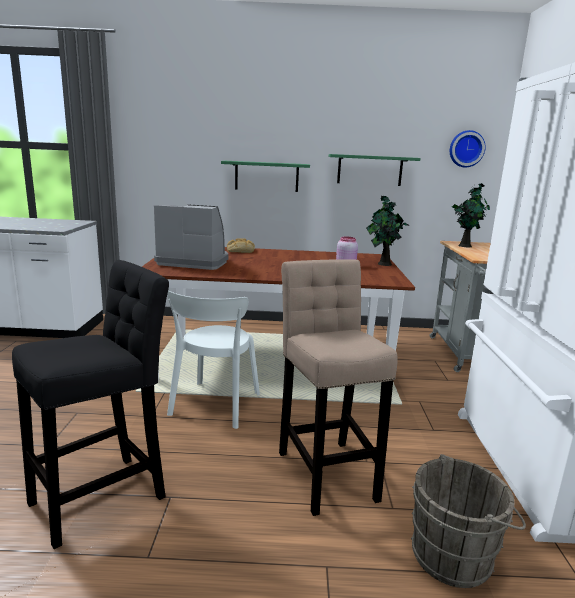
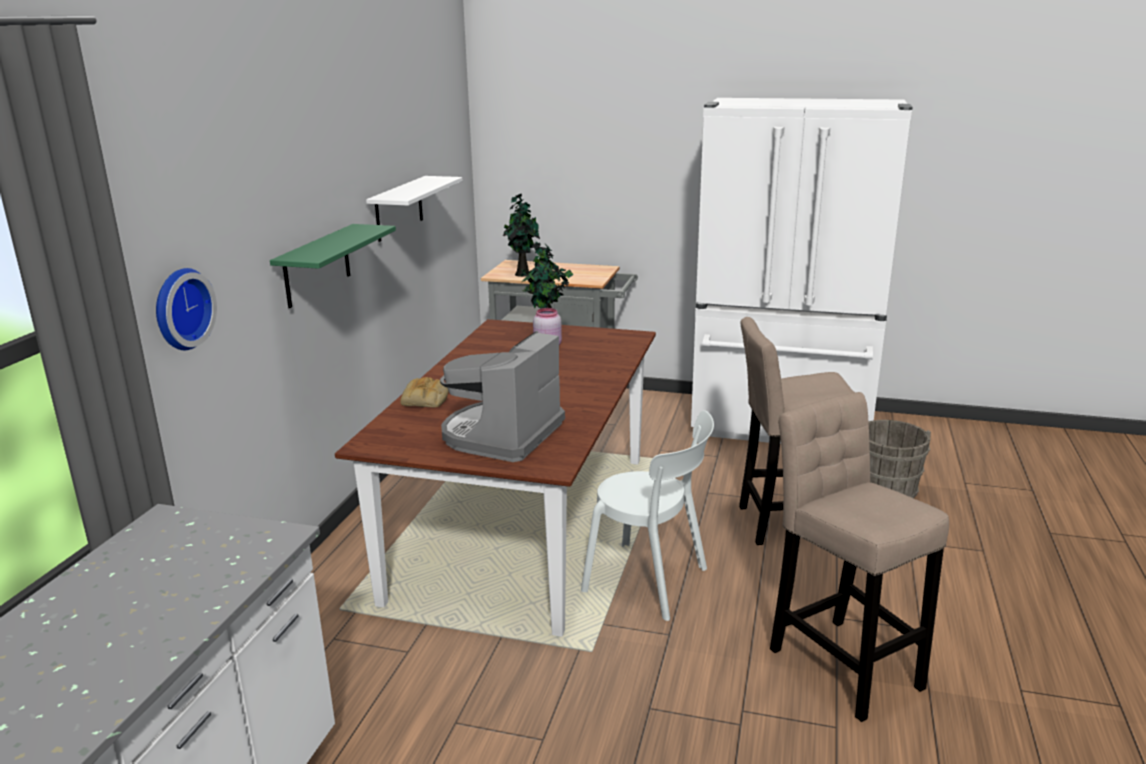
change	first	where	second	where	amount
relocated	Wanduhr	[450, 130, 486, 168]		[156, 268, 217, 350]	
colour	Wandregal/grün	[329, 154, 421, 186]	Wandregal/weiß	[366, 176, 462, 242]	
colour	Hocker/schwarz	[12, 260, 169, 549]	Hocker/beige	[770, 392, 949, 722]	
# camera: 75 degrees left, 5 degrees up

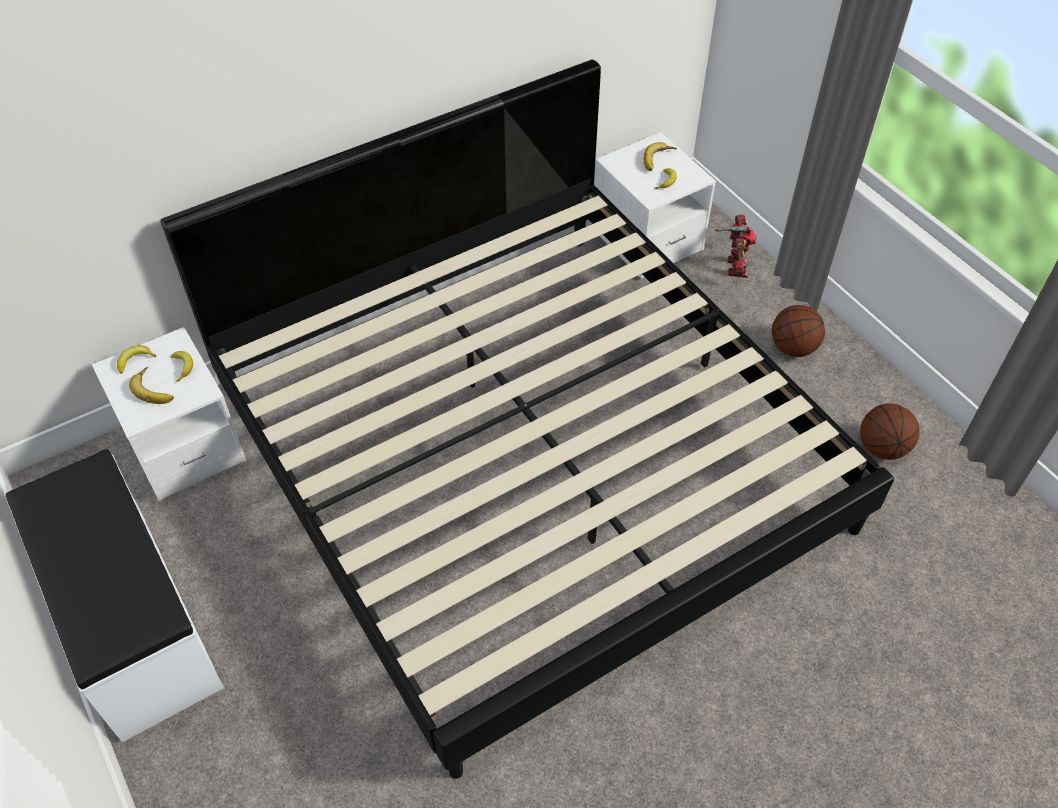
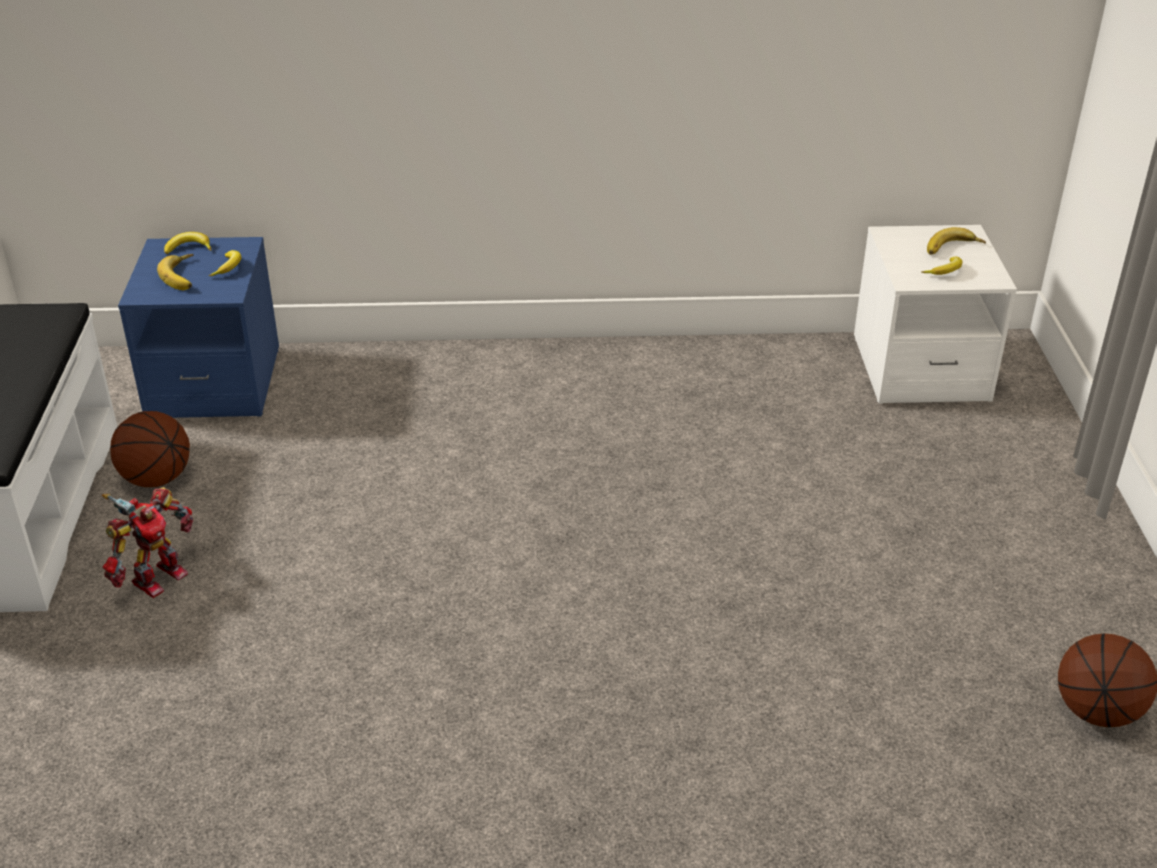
change	first	where	second	where	amount
missing	Bett	[160, 60, 894, 779]			
relocated	Spielzeugroboter	[715, 214, 756, 278]		[102, 487, 193, 598]	
relocated	Basketball	[772, 305, 825, 357]		[110, 411, 190, 487]	
colour	Nachttisch/weiß	[92, 327, 246, 501]	Nachttisch/blau	[118, 237, 279, 418]	
# camera: 30 degrees right, 15 degrees down

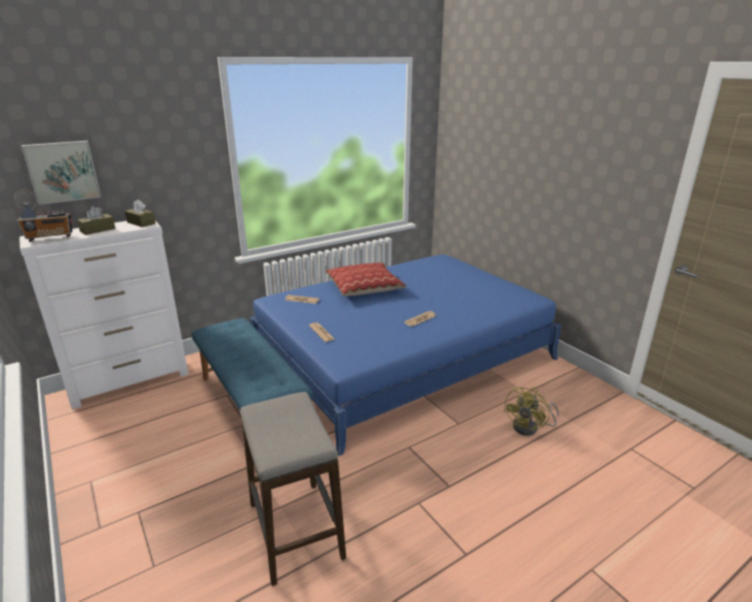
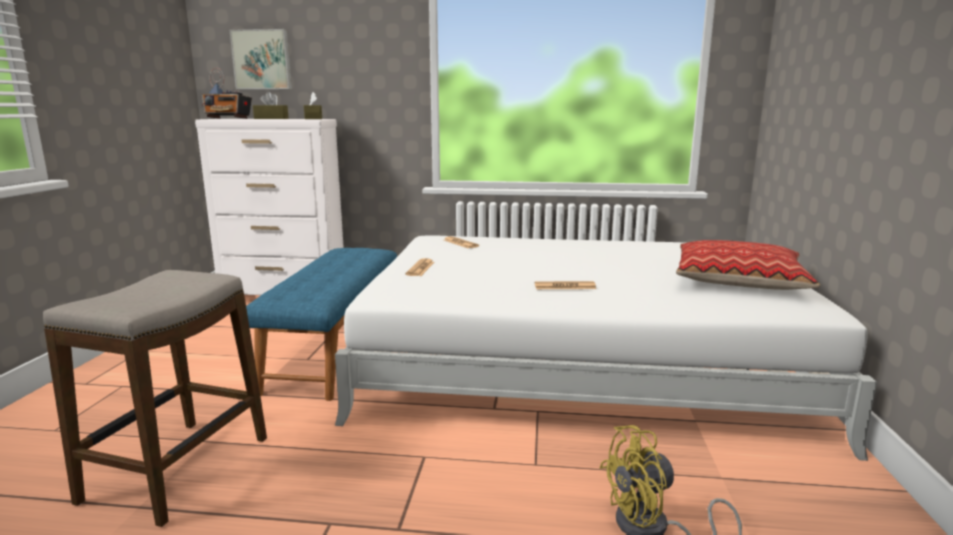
change	first	where	second	where	amount
colour	Bett/blau	[249, 254, 561, 456]	Bett/weiß	[335, 236, 877, 461]	
relocated	Kissen	[326, 263, 407, 296]		[676, 240, 821, 290]	
# camera: 40 degrees right, 10 degrees down

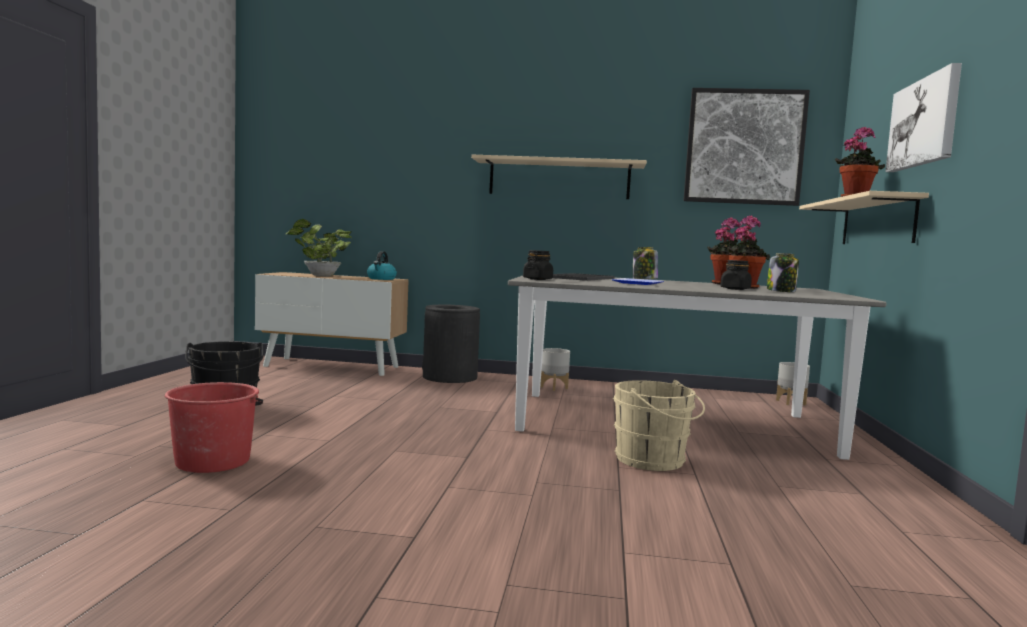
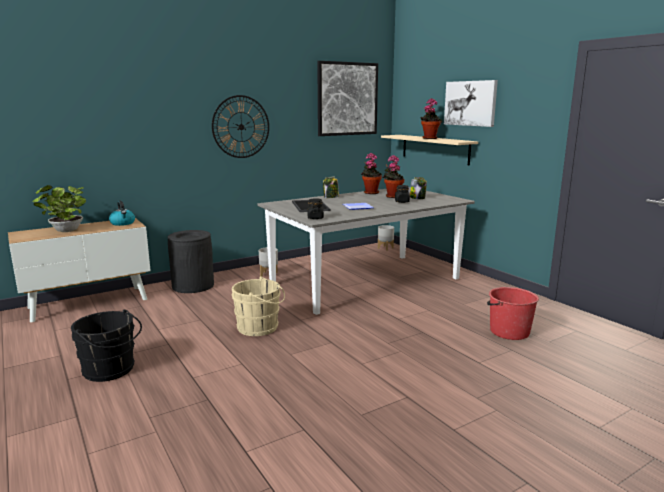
change	first	where	second	where	amount
exchanged	Wandregal/beige	[471, 155, 647, 199]	Wanduhr	[212, 95, 269, 158]	
relocated	Eimer/beige	[613, 380, 705, 471]		[232, 277, 285, 336]	
relocated	Eimer/rot	[165, 382, 263, 473]		[487, 287, 539, 340]	
# camera: 40 degrees left, 10 degrees up

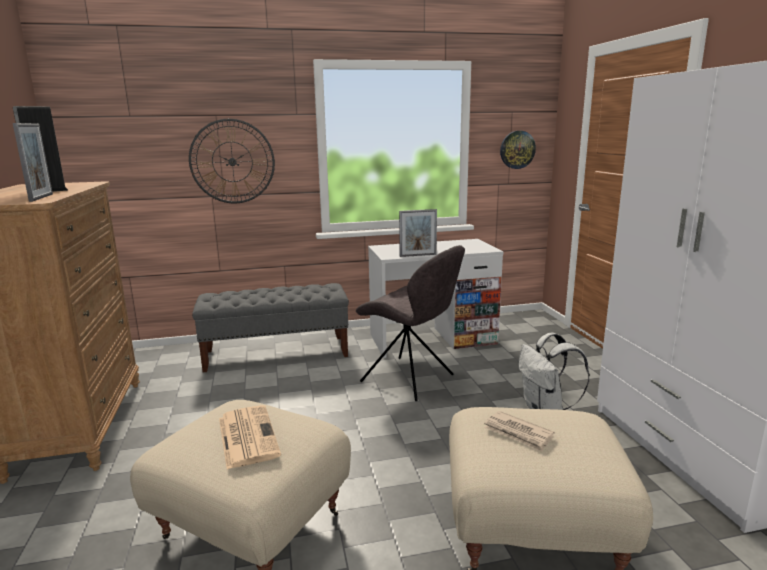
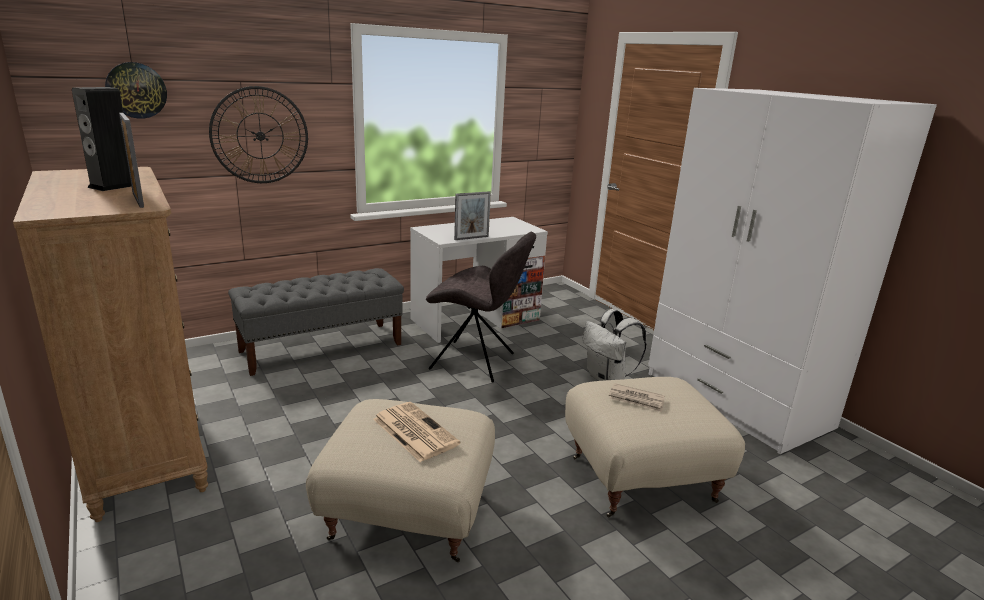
change	first	where	second	where	amount
relocated	Wanduhr	[500, 131, 536, 169]		[105, 62, 167, 119]	
# camera: 20 degrees left, 5 degrees up

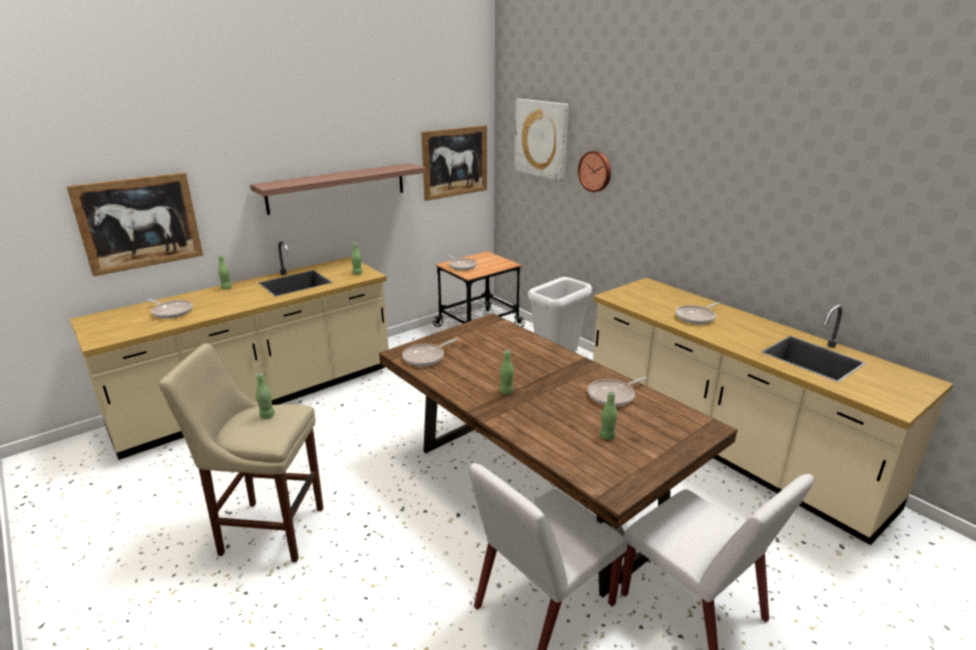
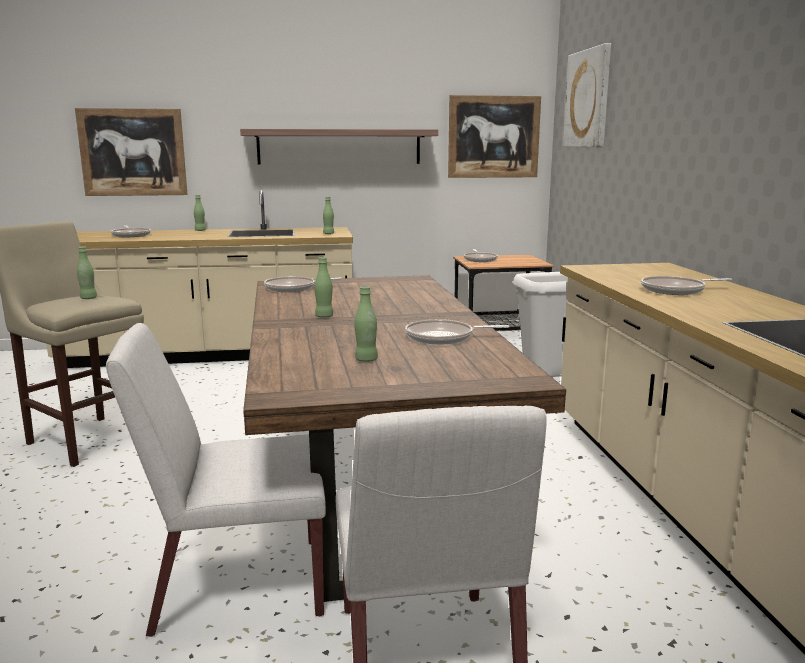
change	first	where	second	where	amount
missing	Wanduhr	[578, 151, 611, 192]			
# camera: 30 degrees right, 10 degrees down

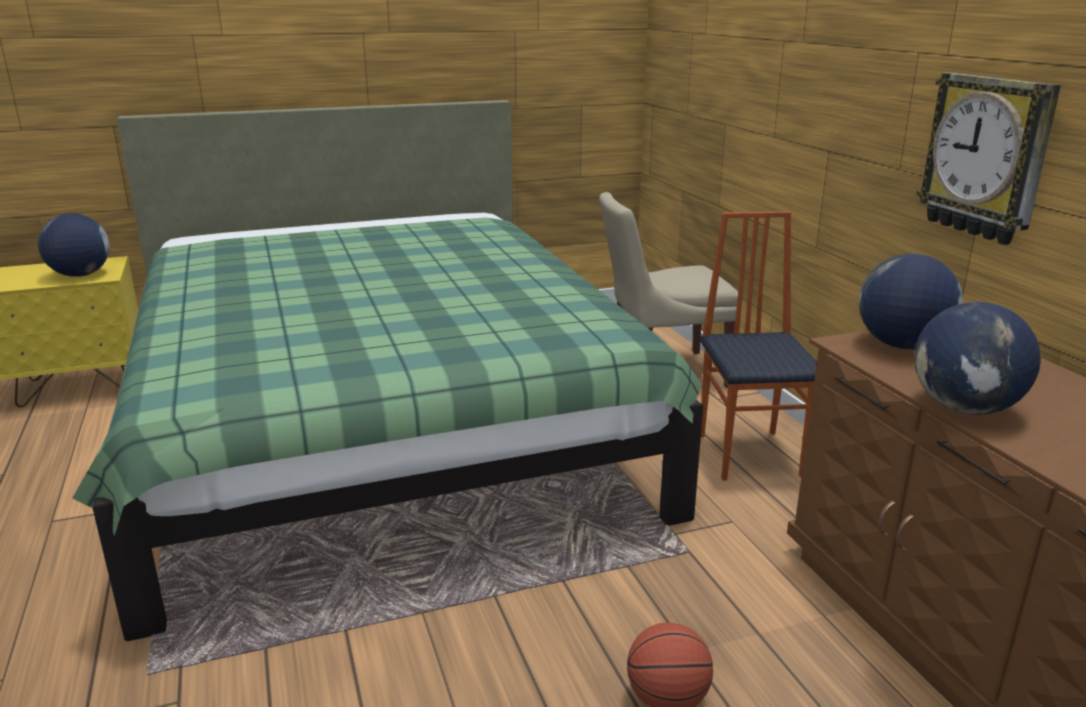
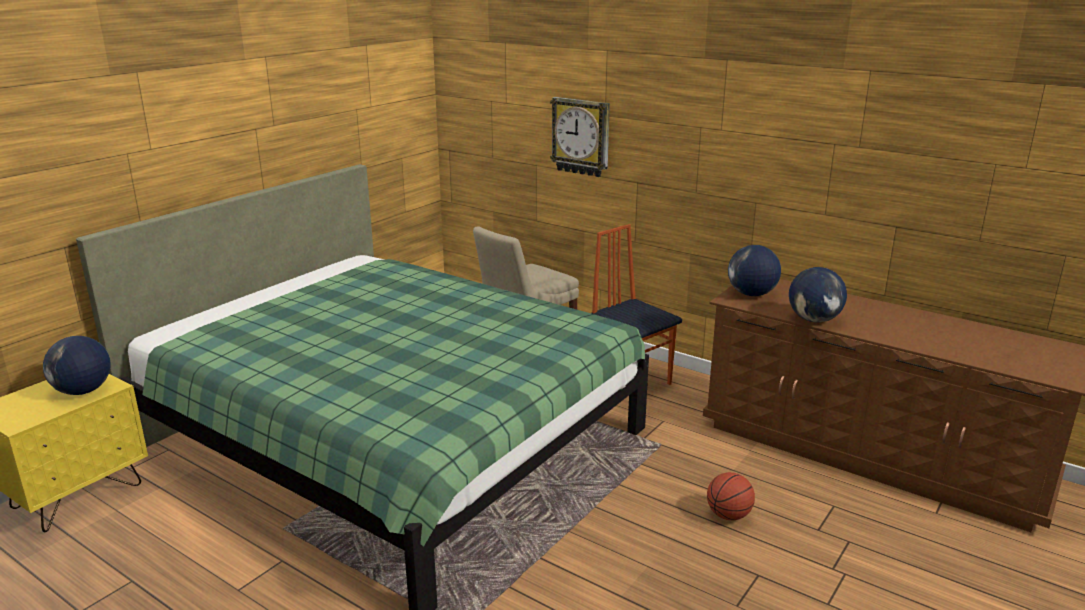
change	first	where	second	where	amount
relocated	Wanduhr	[916, 73, 1061, 245]		[550, 97, 610, 177]	
# camera: 35 degrees left, 0 degrees up

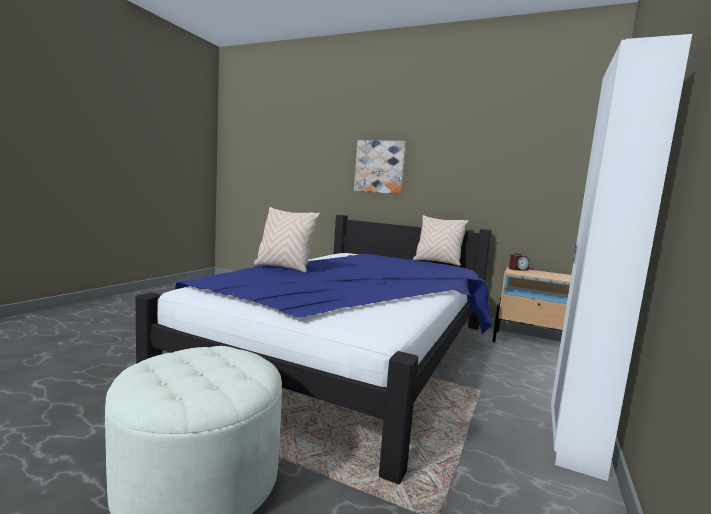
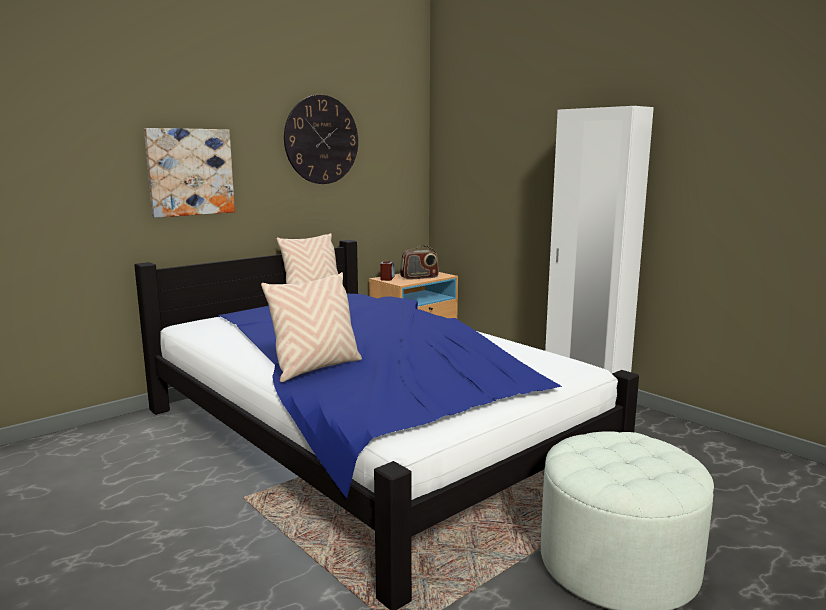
change	first	where	second	where	amount
appeared			Wanduhr	[284, 95, 358, 184]	
appeared			Radio	[400, 245, 439, 280]	
# camera: 65 degrees left, 5 degrees up

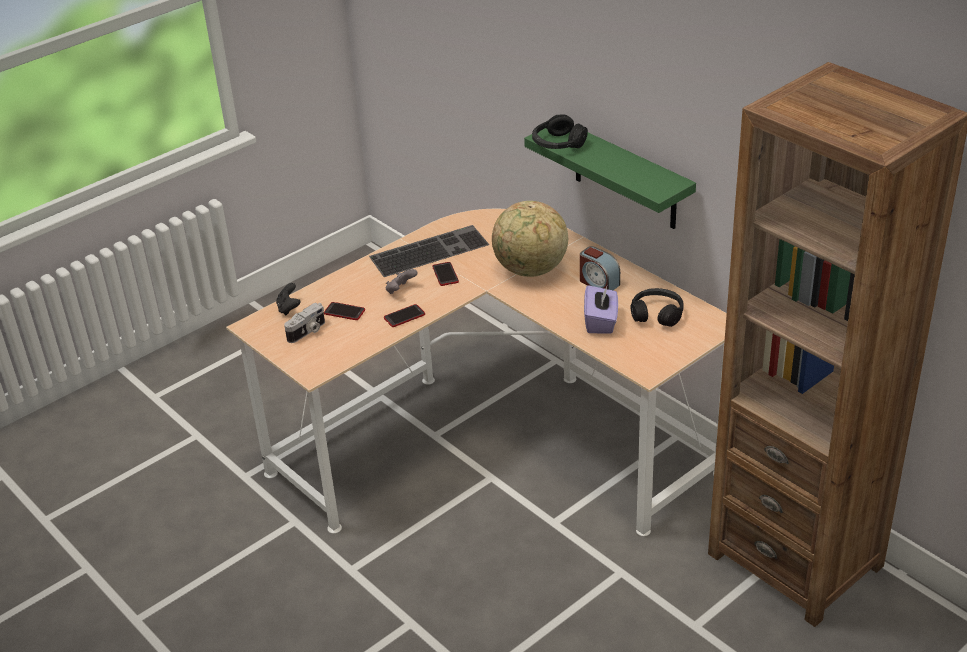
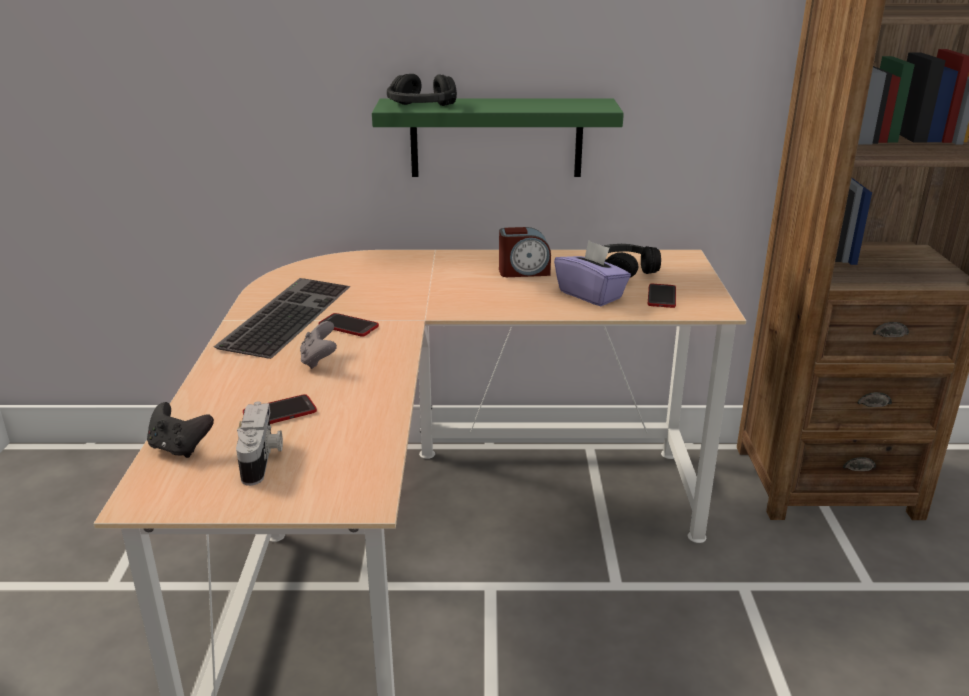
change	first	where	second	where	amount
missing	Globus	[492, 201, 568, 277]			
relocated	Handy	[384, 304, 425, 327]		[648, 284, 676, 308]	
# camera: 50 degrees left, 10 degrees down

